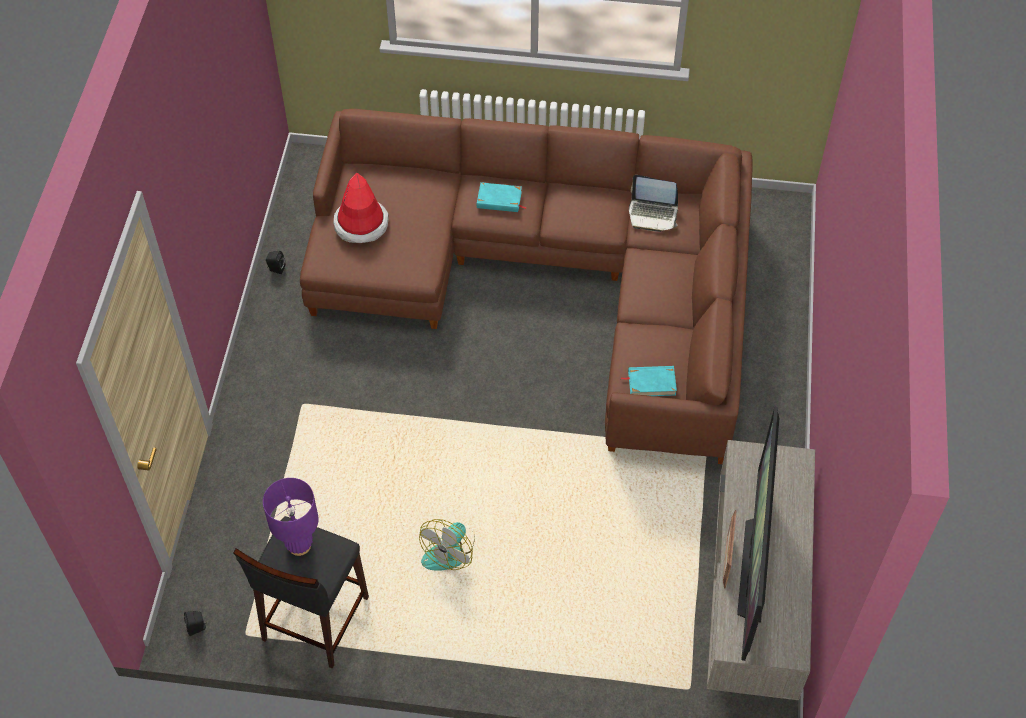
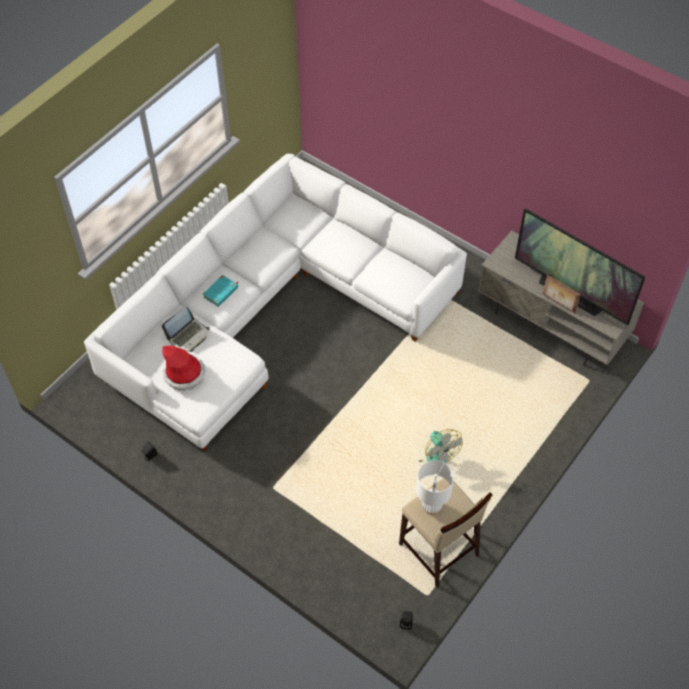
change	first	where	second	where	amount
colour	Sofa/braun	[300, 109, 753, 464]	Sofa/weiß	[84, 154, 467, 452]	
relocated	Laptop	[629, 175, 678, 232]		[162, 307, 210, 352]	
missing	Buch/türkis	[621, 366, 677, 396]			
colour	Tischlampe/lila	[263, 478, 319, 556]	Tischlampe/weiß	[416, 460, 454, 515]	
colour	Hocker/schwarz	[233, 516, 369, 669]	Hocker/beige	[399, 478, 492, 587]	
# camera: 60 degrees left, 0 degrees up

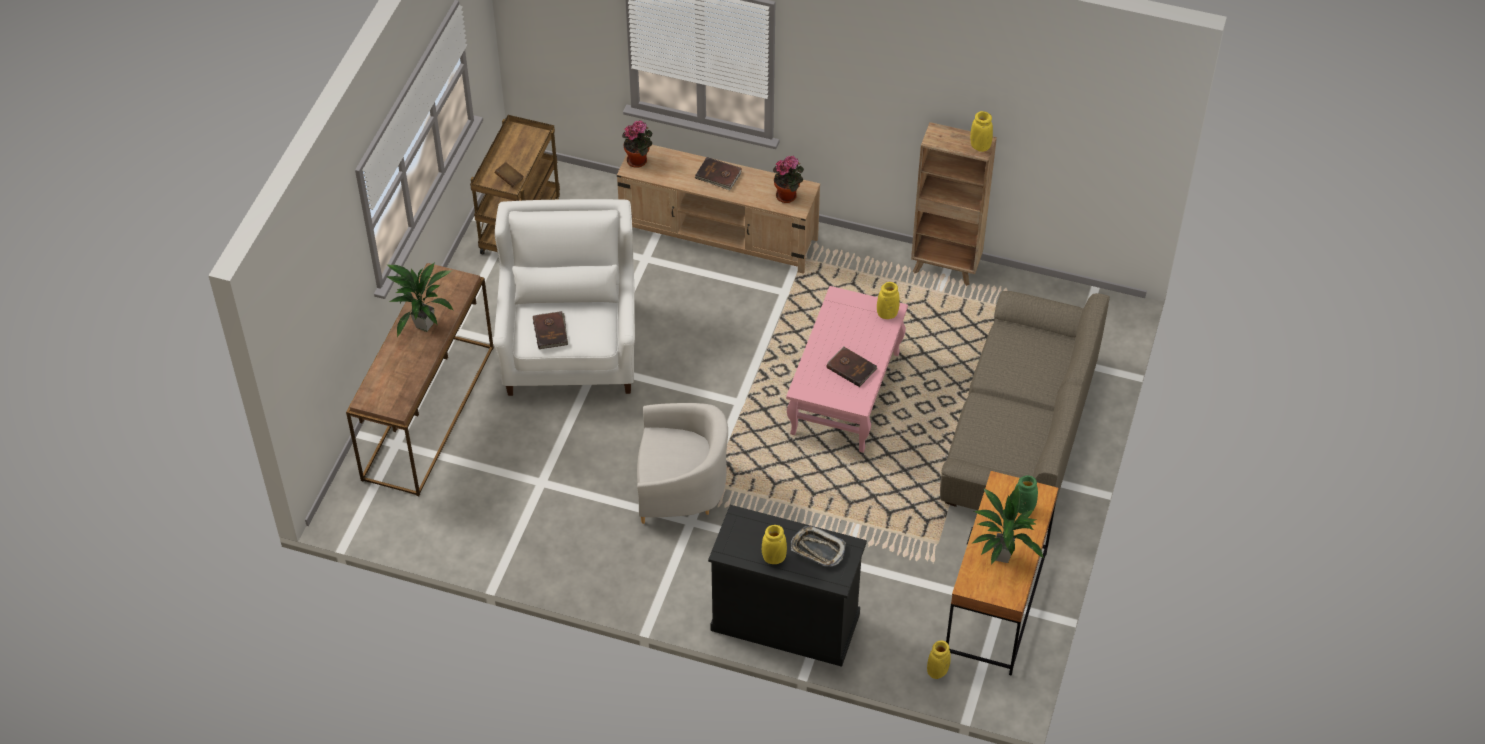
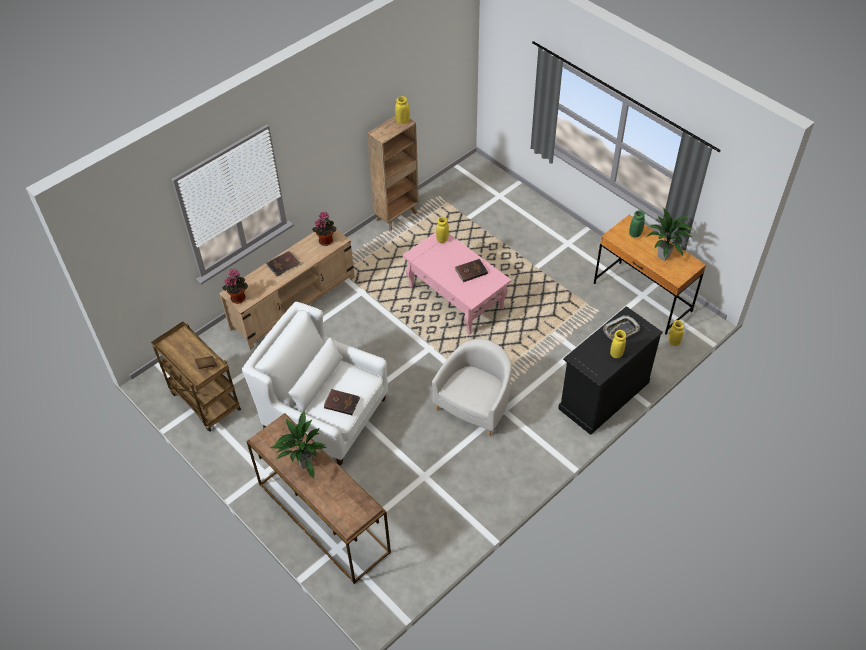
change	first	where	second	where	amount
missing	Sofa	[940, 291, 1110, 510]			
# camera: 60 degrees left, 0 degrees up

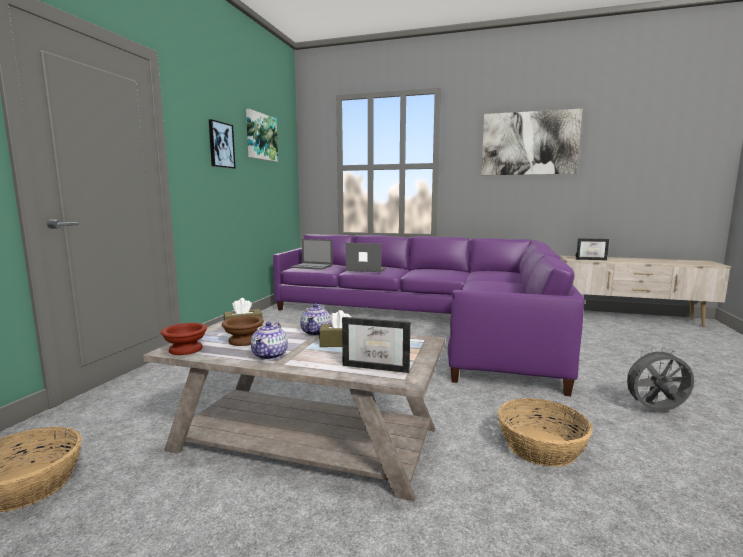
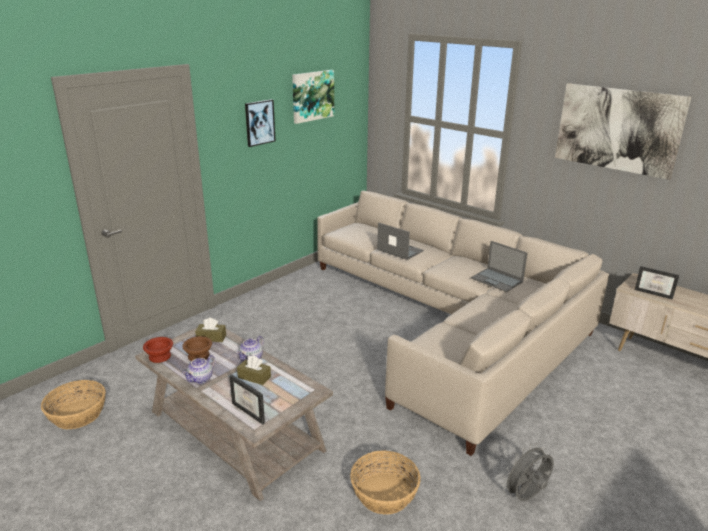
change	first	where	second	where	amount
colour	Sofa/lila	[273, 235, 585, 396]	Sofa/beige	[317, 191, 609, 456]	
relocated	Laptop	[291, 239, 333, 270]		[471, 241, 527, 292]	
spun	Ventilator/grau	[621, 347, 694, 411]		[502, 443, 554, 501]	60 degrees counterclockwise
# camera: 25 degrees right, 15 degrees up

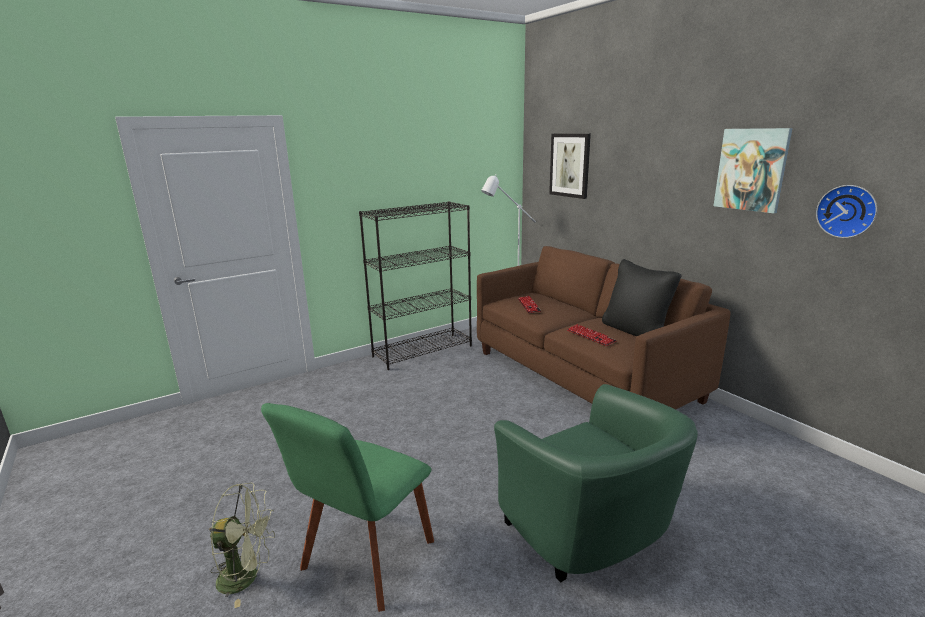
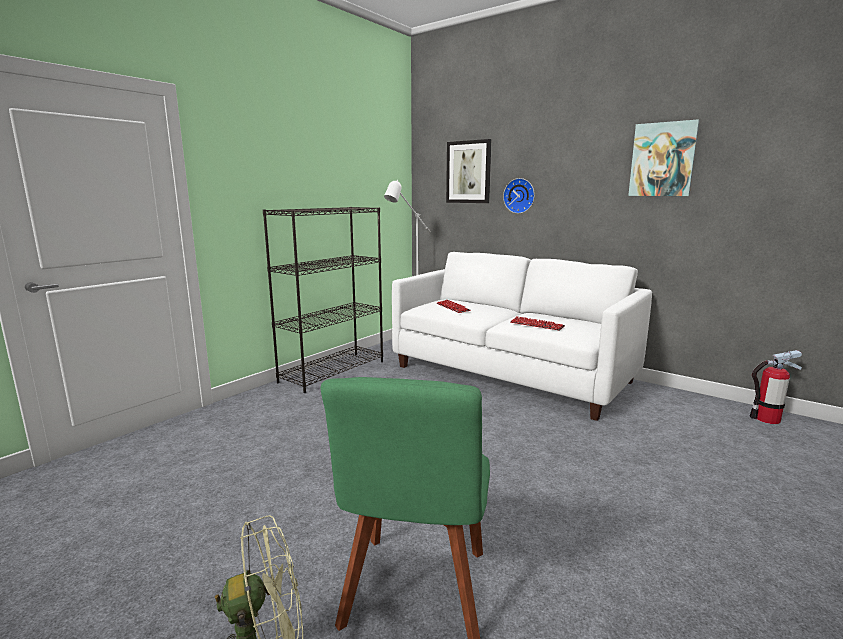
change	first	where	second	where	amount
relocated	Wanduhr	[816, 185, 877, 238]		[503, 178, 535, 214]	
colour	Sofa/braun	[477, 246, 730, 410]	Sofa/weiß	[392, 252, 652, 421]	
missing	Kissen/schwarz	[602, 259, 682, 337]			
missing	Sessel/grün	[494, 384, 698, 583]			
appeared			Feuerlöscher	[749, 350, 802, 424]	
# camera: 20 degrees left, 5 degrees down

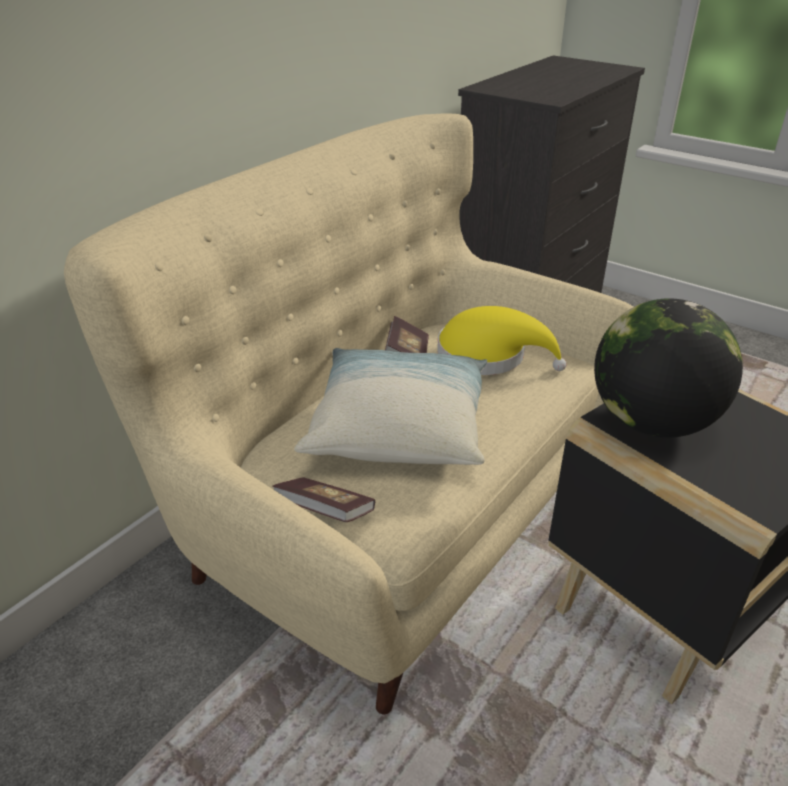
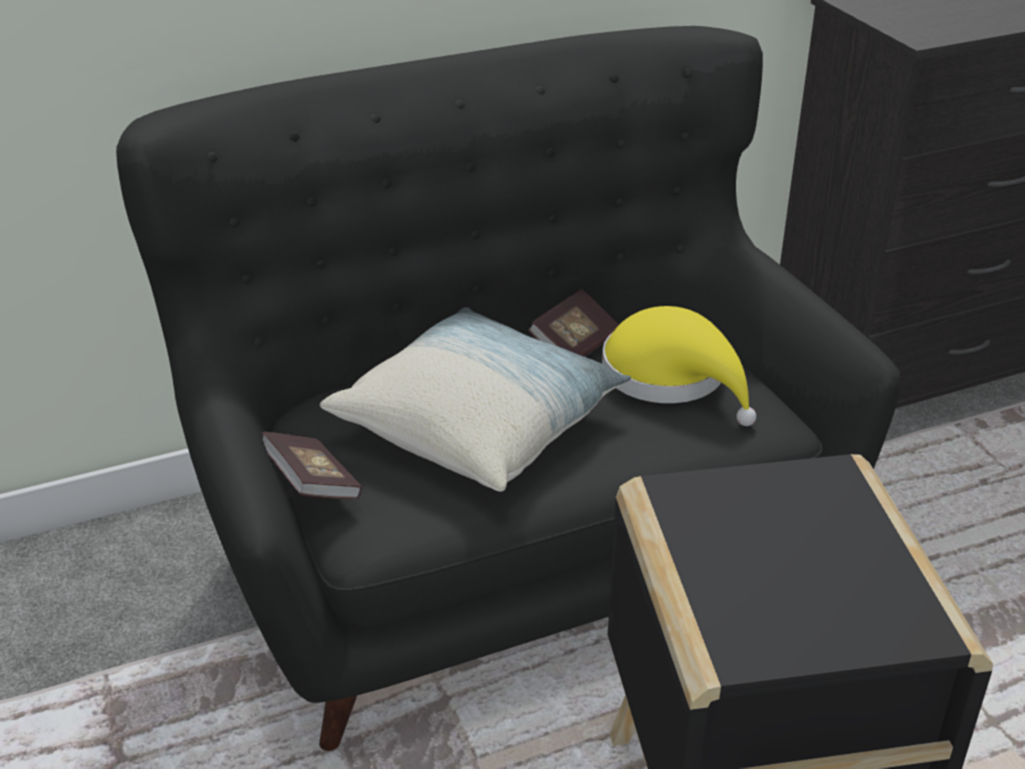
change	first	where	second	where	amount
colour	Sofa/beige	[64, 114, 634, 714]	Sofa/schwarz	[116, 26, 901, 751]	
missing	Globus	[594, 298, 743, 438]			
# camera: 30 degrees right, 0 degrees up

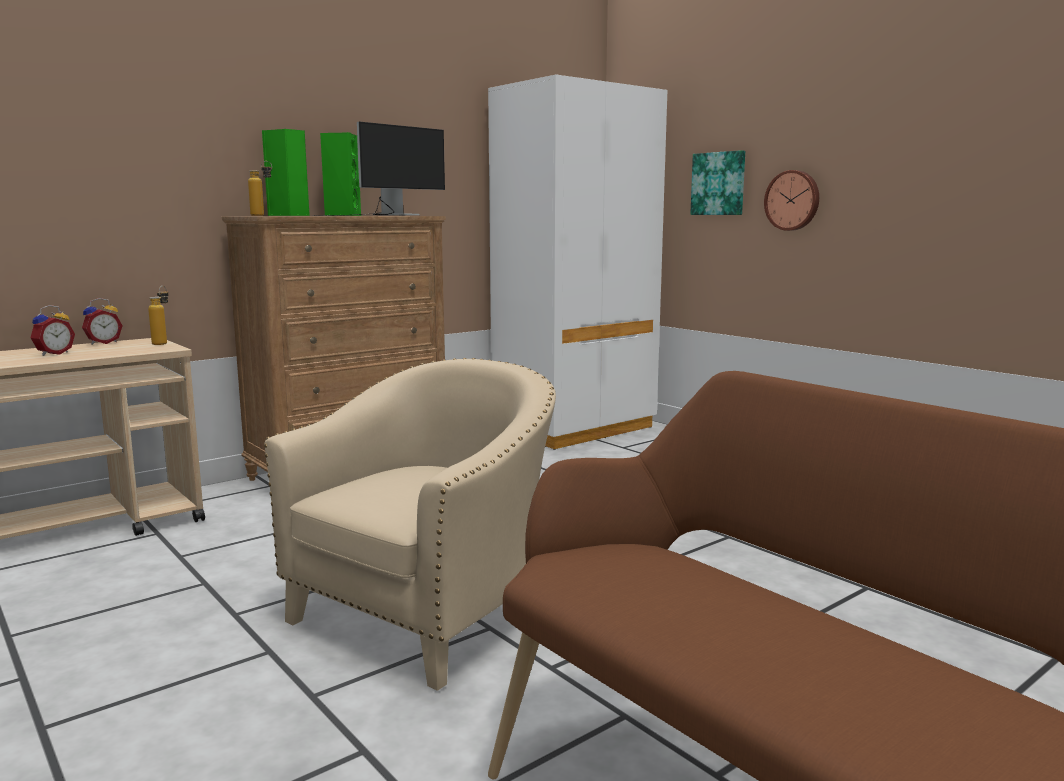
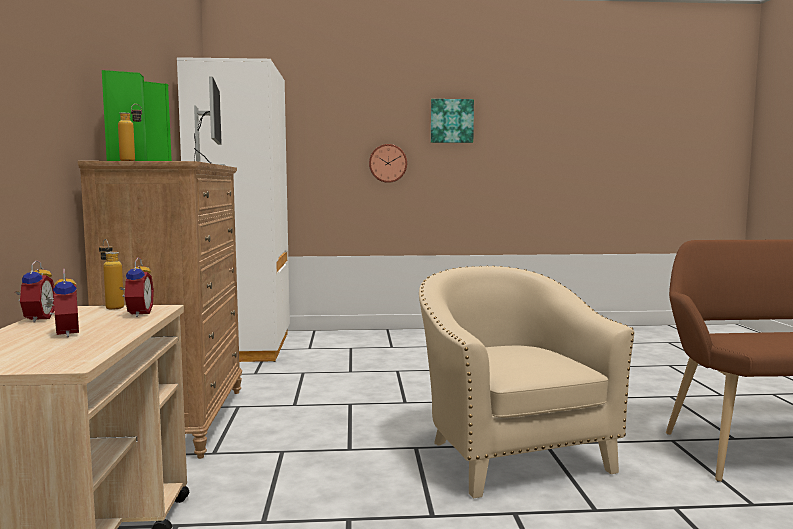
change	first	where	second	where	amount
relocated	Bild	[690, 150, 745, 215]		[431, 99, 474, 143]	
appeared			Wecker	[120, 257, 154, 317]	
# camera: 55 degrees left, 5 degrees down

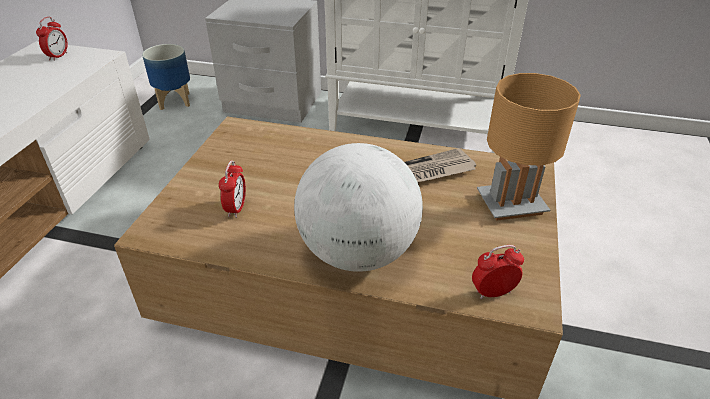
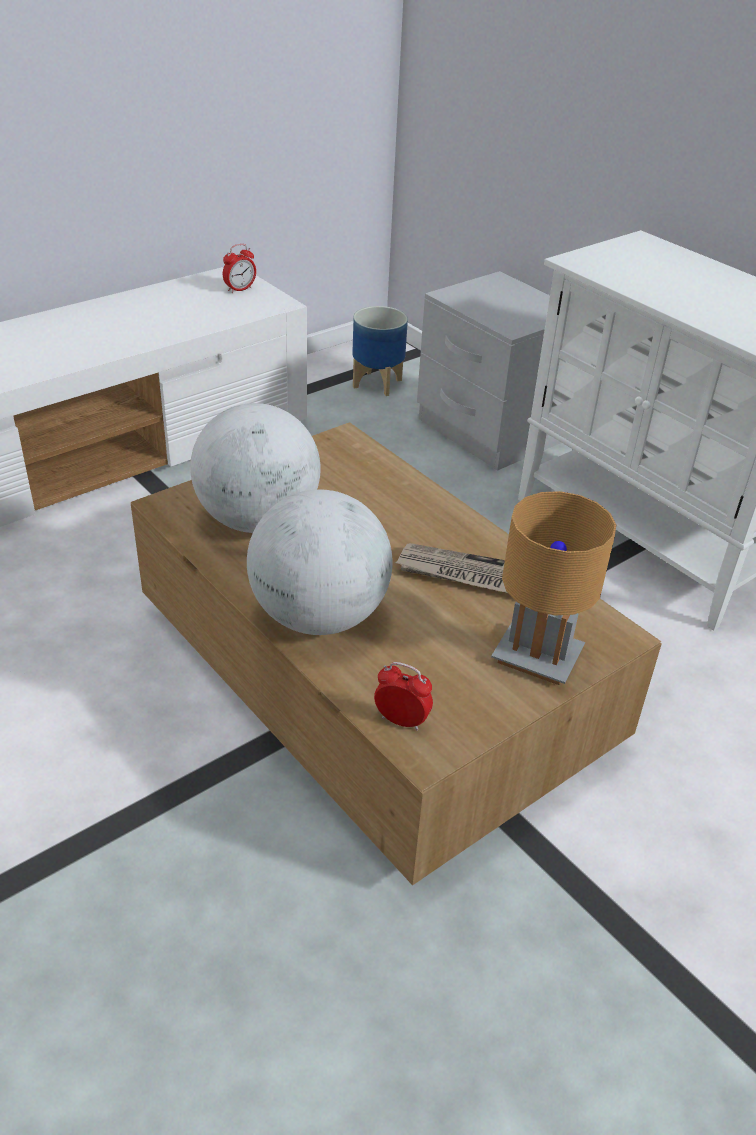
change	first	where	second	where	amount
exchanged	Wecker	[219, 160, 246, 218]	Globus	[190, 403, 321, 533]	
# camera: 35 degrees right, 0 degrees up

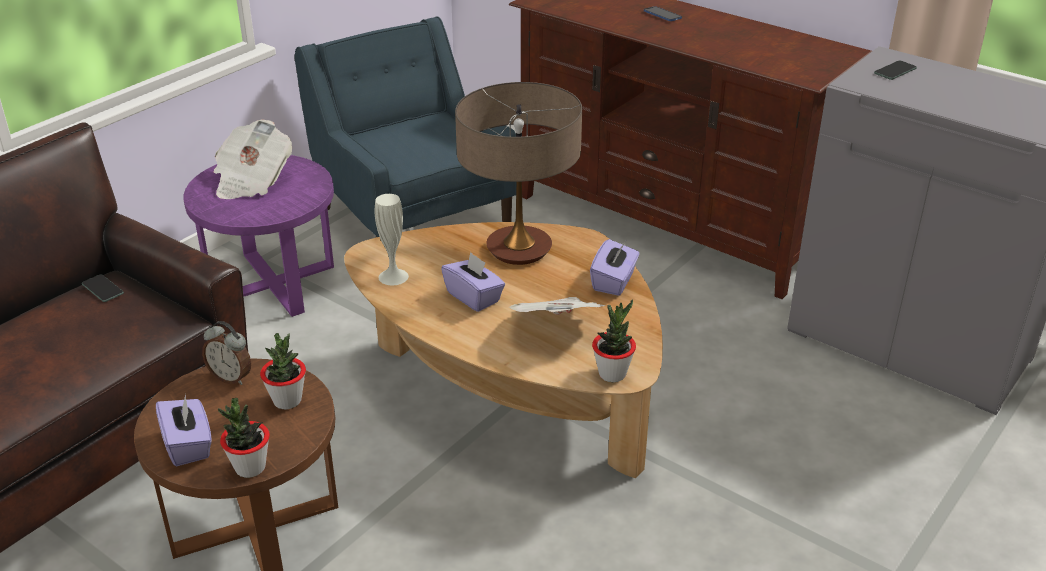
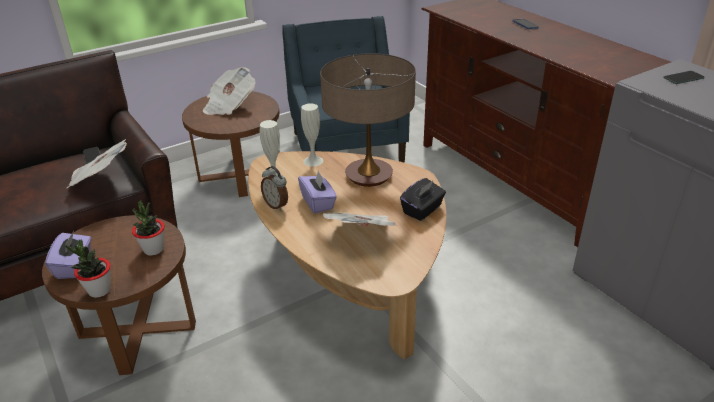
change	first	where	second	where	amount
colour	Beistelltisch/lila	[184, 155, 334, 317]	Beistelltisch/braun	[182, 91, 280, 197]	
colour	Taschentuchbox/lila	[590, 239, 640, 296]	Taschentuchbox/schwarz	[400, 178, 446, 221]	
missing	Topfpflanze	[592, 300, 636, 382]			
relocated	Wecker	[202, 321, 251, 385]		[261, 166, 288, 211]	
appeared			Vase/weiß	[301, 103, 323, 166]	
appeared			Zeitung	[66, 139, 127, 189]	
# camera: 20 degrees right, 0 degrees up

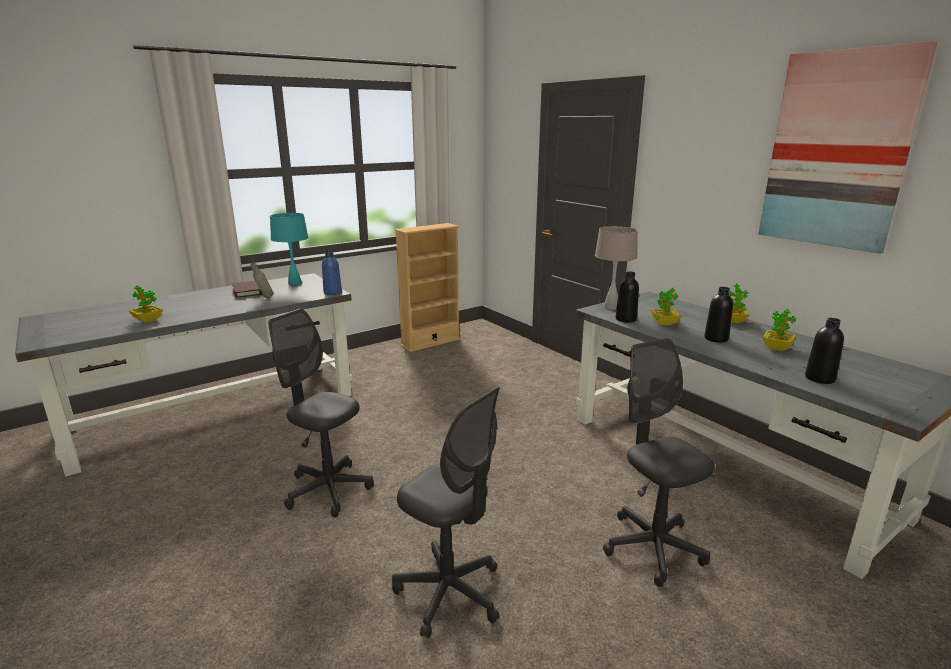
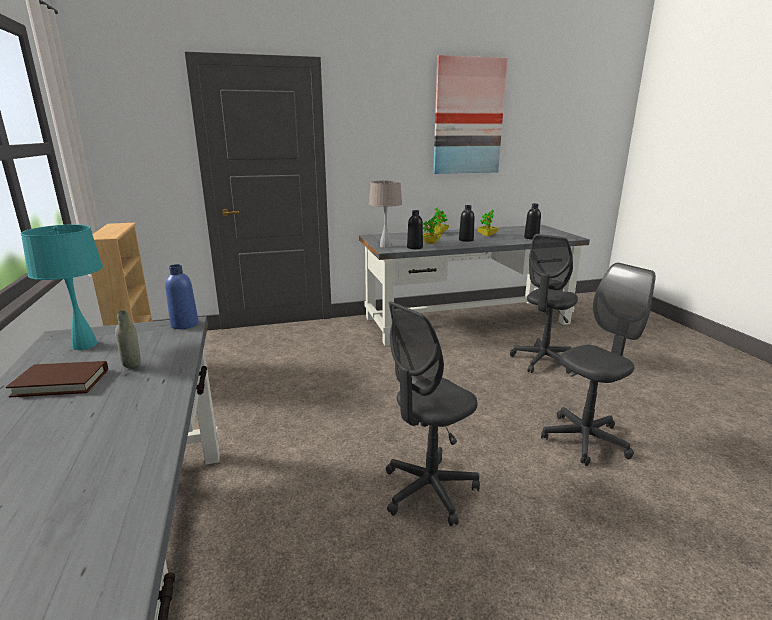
change	first	where	second	where	amount
missing	Topfpflanze	[129, 285, 163, 323]			
spun	Bürostuhl/grau	[603, 338, 715, 587]		[510, 234, 578, 374]	45 degrees counterclockwise
# camera: 70 degrees left, 0 degrees up

